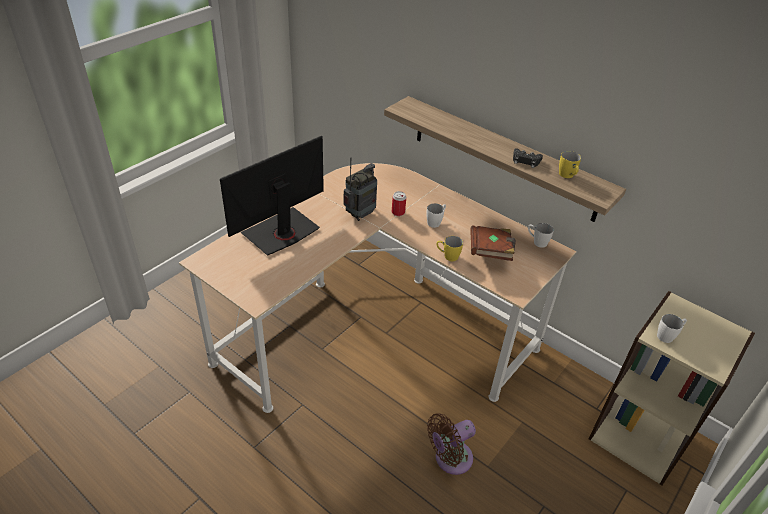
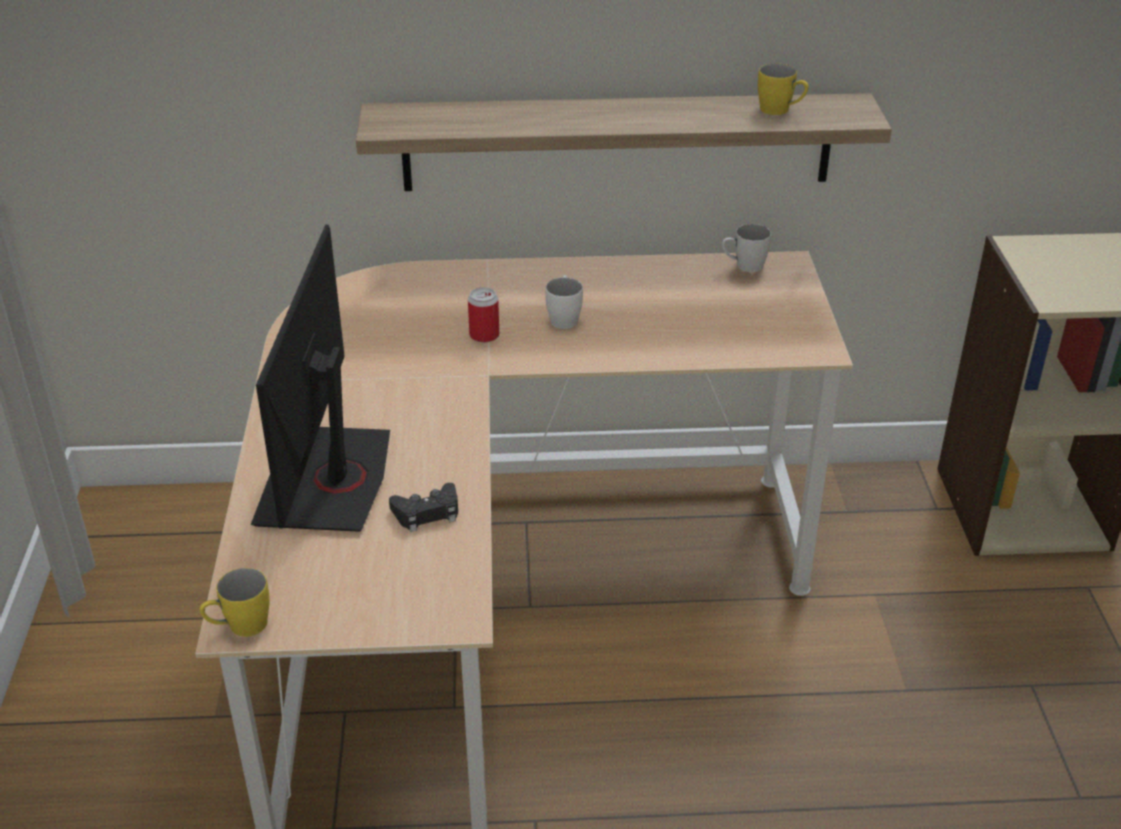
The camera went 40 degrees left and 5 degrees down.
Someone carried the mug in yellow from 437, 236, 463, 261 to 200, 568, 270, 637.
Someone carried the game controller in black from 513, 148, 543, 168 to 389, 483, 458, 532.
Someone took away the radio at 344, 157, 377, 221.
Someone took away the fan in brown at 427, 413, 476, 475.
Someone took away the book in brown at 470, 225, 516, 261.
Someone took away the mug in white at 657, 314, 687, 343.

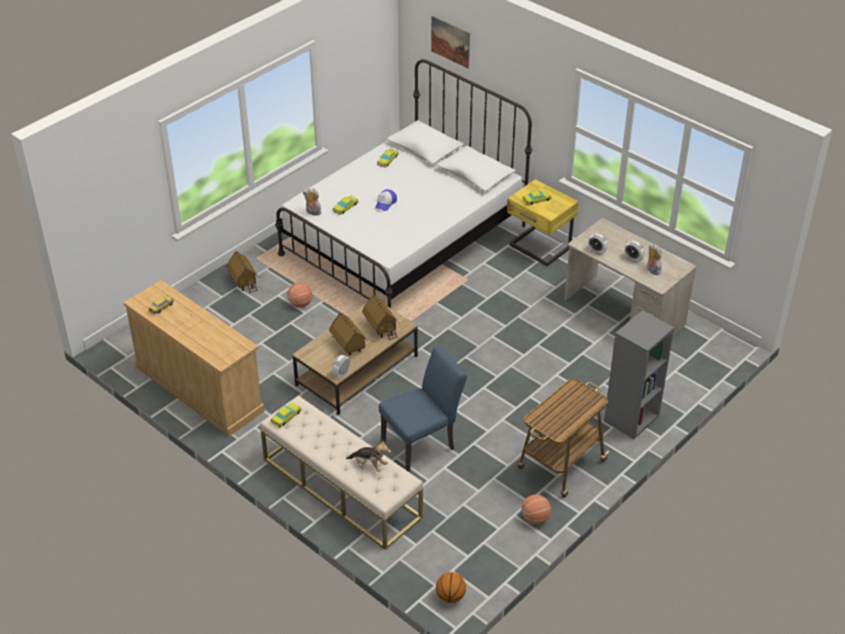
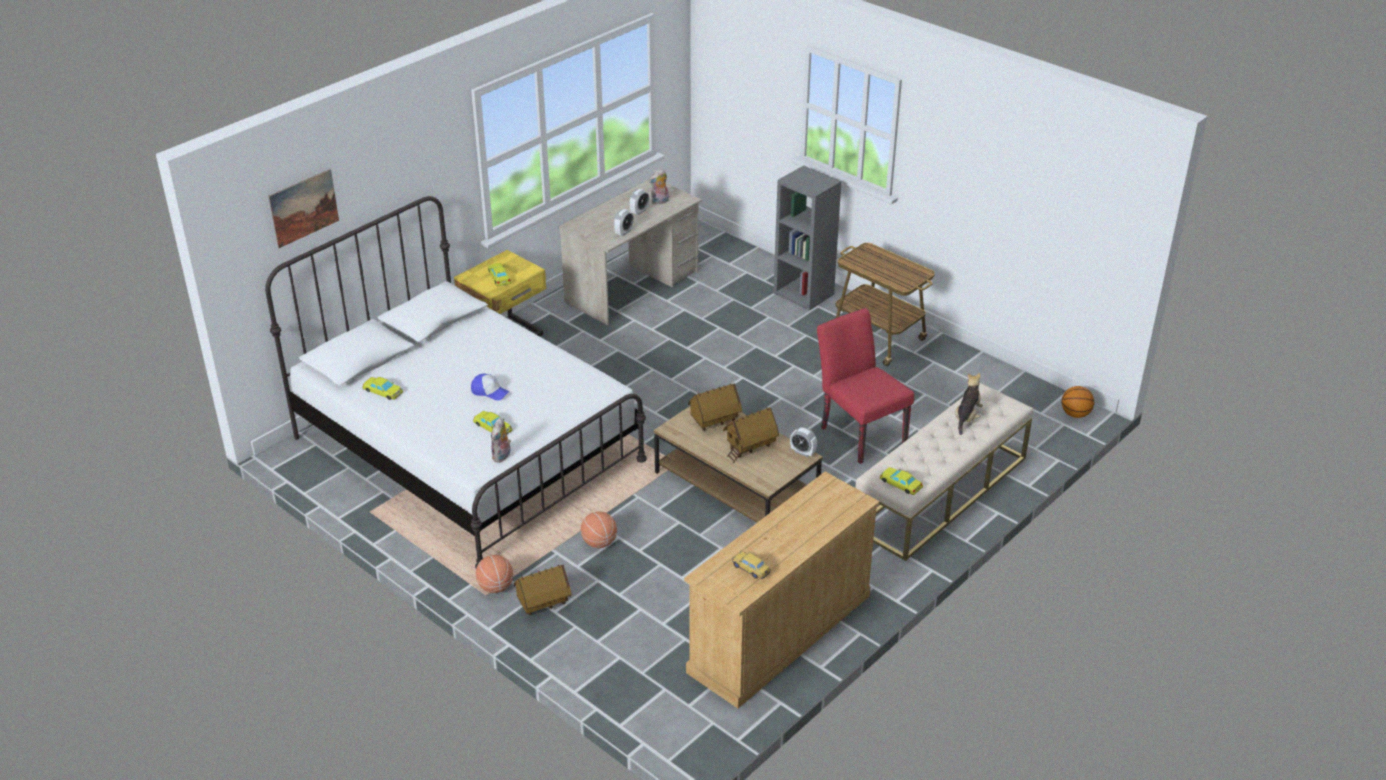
The camera went 90 degrees left and 5 degrees down.
Someone carried the basketball from 522, 495, 551, 525 to 476, 555, 513, 593.
Someone repainted the chair in blue at 379, 346, 467, 472, which became the chair in red at 817, 308, 914, 464.

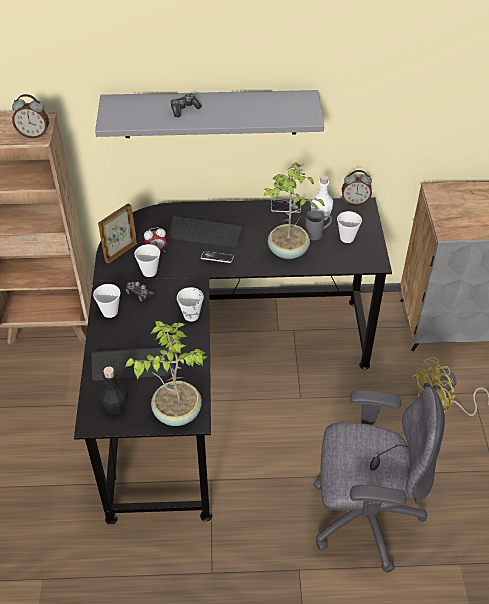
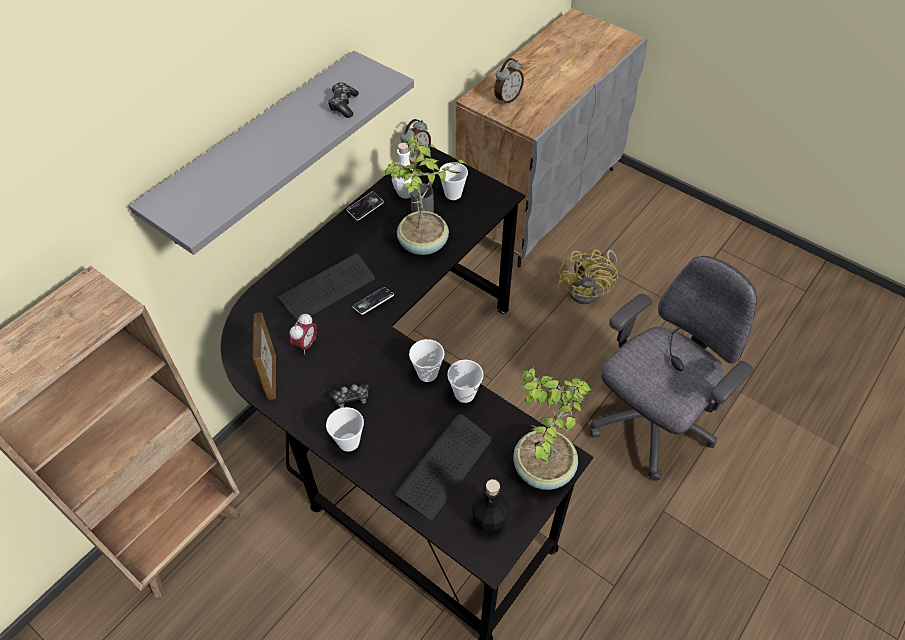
The camera went 50 degrees left and 5 degrees up.
Someone carried the game controller from 171, 94, 202, 117 to 327, 82, 359, 118.
Someone carried the cup from 134, 244, 160, 277 to 447, 360, 484, 403.
Someone carried the alarm clock from 12, 94, 49, 139 to 494, 58, 524, 105.

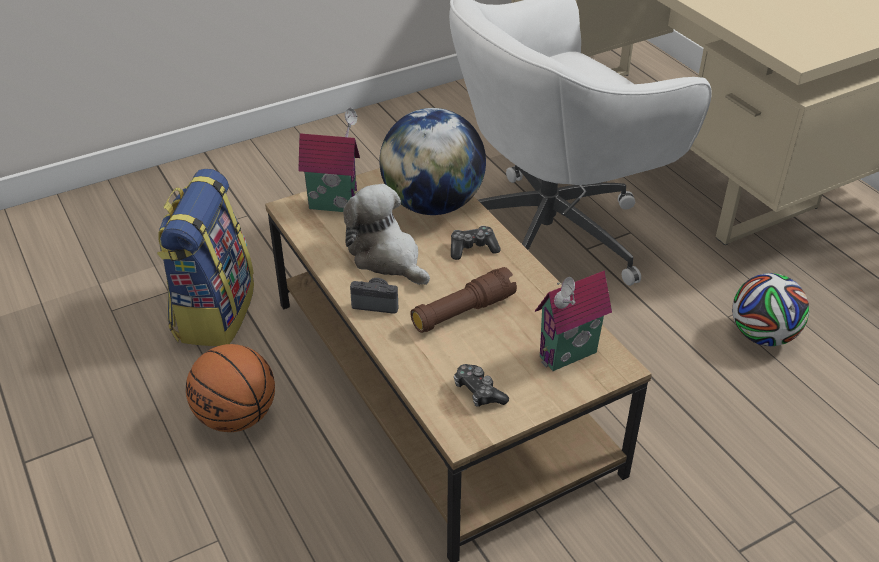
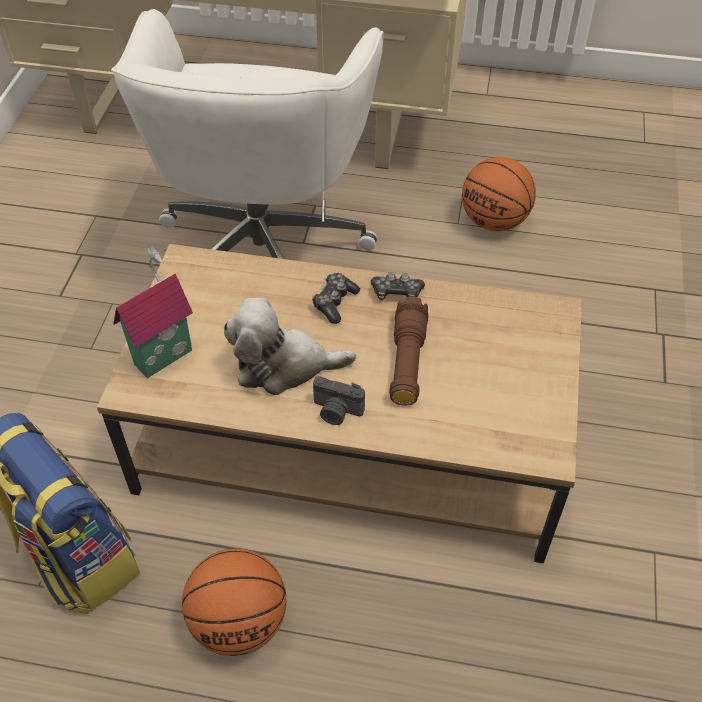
The camera went 50 degrees left and 10 degrees up.
Someone rotated the photo camera at 350, 278, 398, 314 by 120 degrees counterclockwise.
Someone carried the game controller from 454, 364, 509, 407 to 371, 272, 425, 300.
Someone swapped the football at 732, 273, 809, 346 for the basketball at 462, 157, 536, 231.
Someone took away the globe at 379, 108, 486, 215.
Someone took away the toy house at 535, 270, 612, 371.

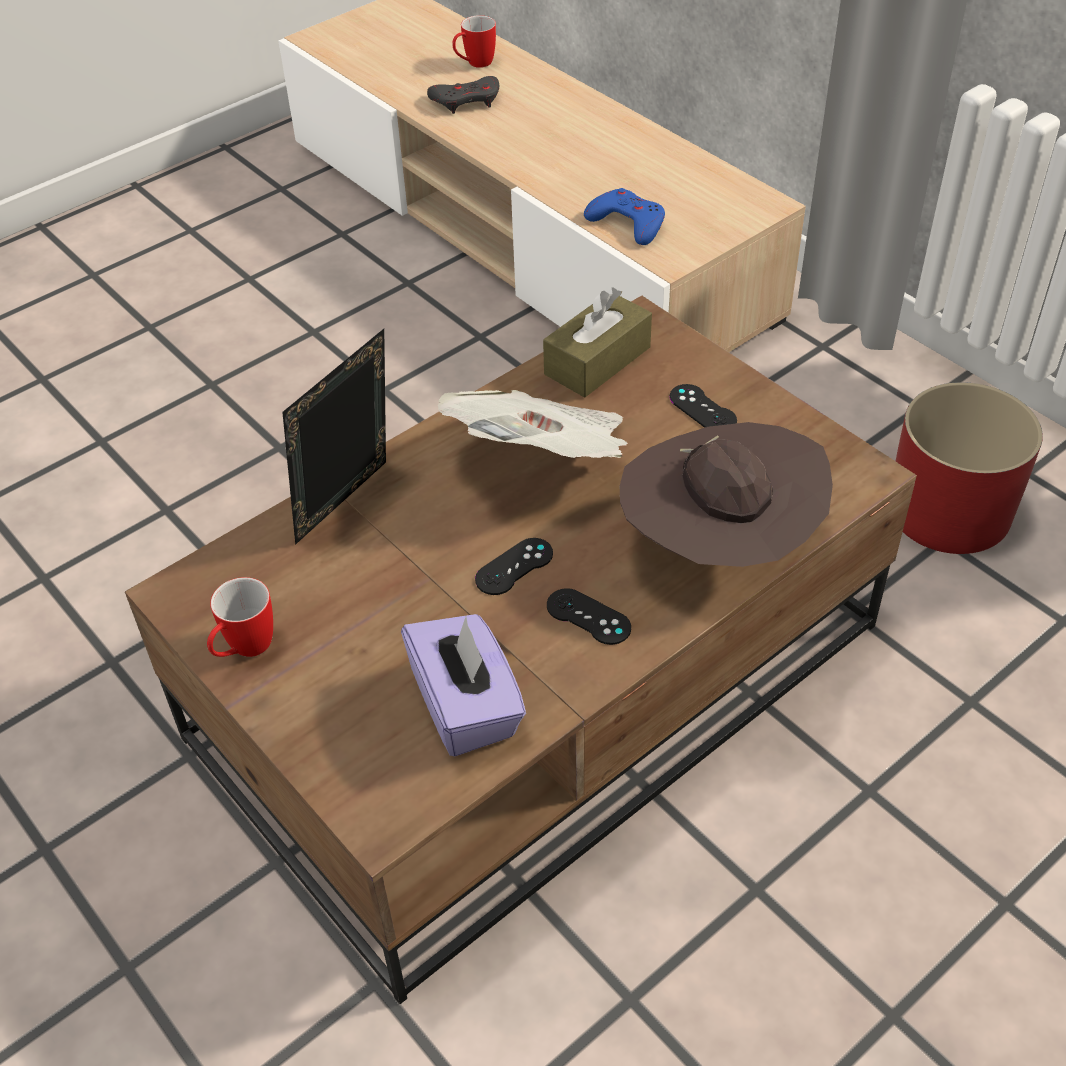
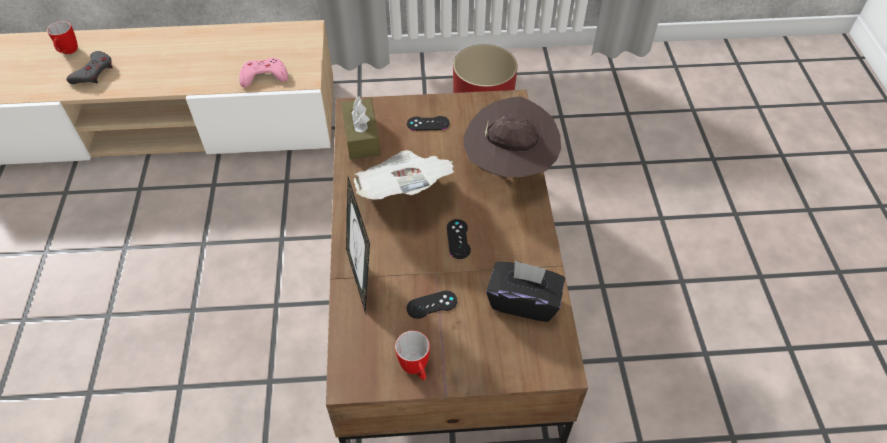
The camera went 55 degrees left and 5 degrees up.
Someone repainted the game controller in blue at 584, 188, 665, 245, which became the game controller in pink at 239, 58, 288, 87.
Someone carried the game controller in black from 547, 588, 631, 645 to 407, 291, 457, 319.
Someone repainted the tissue box in purple at 401, 614, 526, 757, which became the tissue box in black at 486, 260, 565, 322.

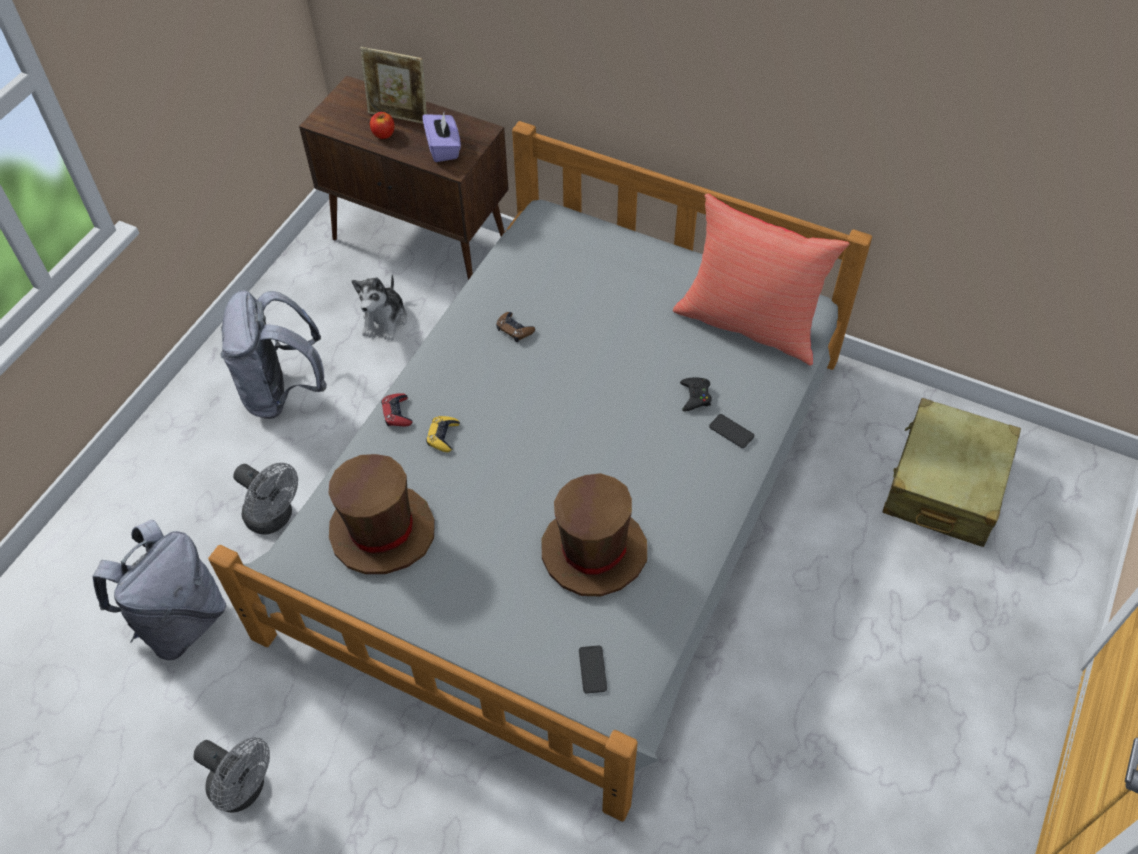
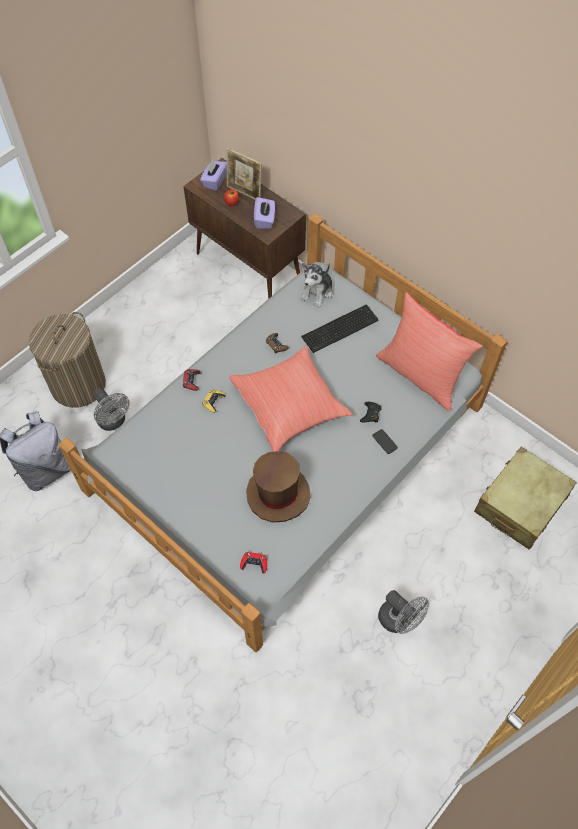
The camera went 15 degrees right and 5 degrees up.
Someone put down the laundry basket at 29, 312, 106, 408.
Someone put down the tissue box in purple at 200, 159, 227, 191.
Someone put down the pillow in red at 229, 346, 353, 452.
Someone swapped the phone at 579, 645, 607, 694 for the game controller in red at 240, 552, 267, 573.
Someone carried the plush toy from 351, 275, 407, 341 to 301, 263, 333, 307.
Someone put down the keyboard at 301, 305, 379, 353.
Someone carried the fan in grey from 193, 737, 270, 813 to 378, 590, 429, 634.
Someone took away the backpack in grey at 220, 290, 327, 419.
Someone took away the hat in brown at 328, 454, 435, 574.

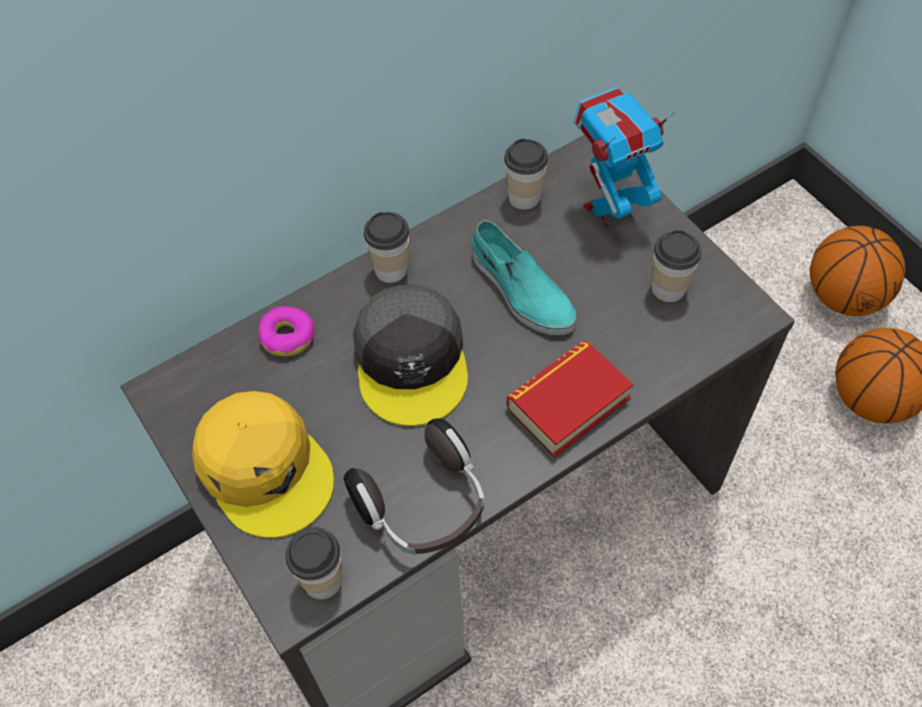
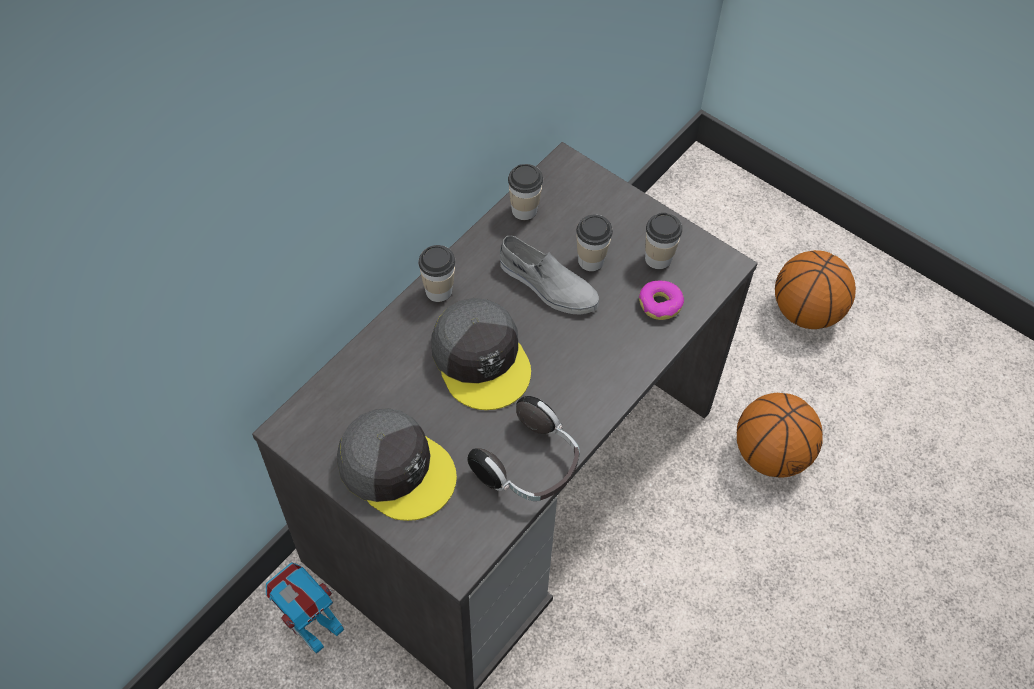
The camera went 20 degrees left and 0 degrees up.
Someone carried the toy robot from 574, 87, 676, 229 to 266, 562, 344, 654.
Someone repainted the cap in yellow at 192, 391, 334, 538, which became the cap in grey at 337, 408, 457, 521.
Someone repainted the shoe in turquoise at 472, 220, 576, 335, which became the shoe in grey at 500, 236, 599, 315.
Someone carried the cup from 285, 527, 342, 599 to 576, 214, 613, 271.
Someone carried the donut from 259, 306, 314, 357 to 639, 280, 684, 320.
Someone carried the basketball from 810, 226, 905, 316 to 737, 393, 823, 478.
Someone took away the book at 507, 341, 634, 457.

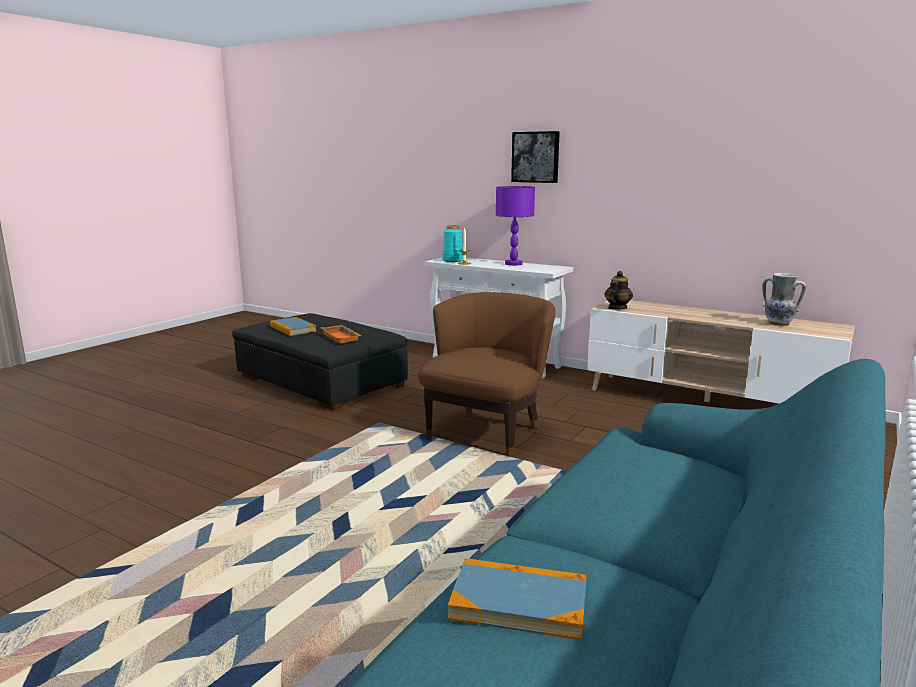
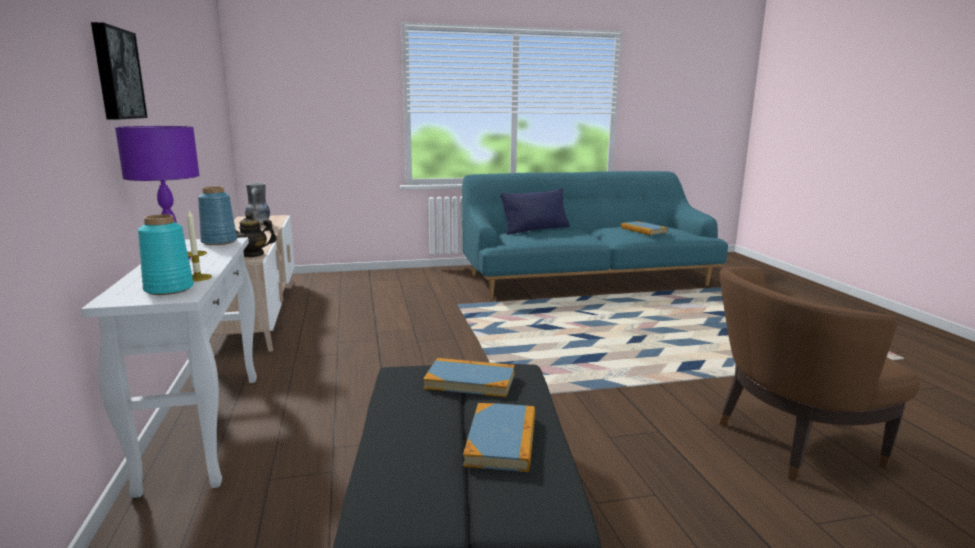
The camera went 135 degrees left and 0 degrees up.
Someone put down the vase in blue at 198, 186, 237, 245.
Someone swapped the tray in orange at 321, 325, 361, 344 for the book at 423, 358, 515, 397.
Someone put down the pillow in blue at 500, 188, 570, 235.
Someone carried the armchair in brown from 418, 292, 556, 457 to 719, 267, 919, 482.

